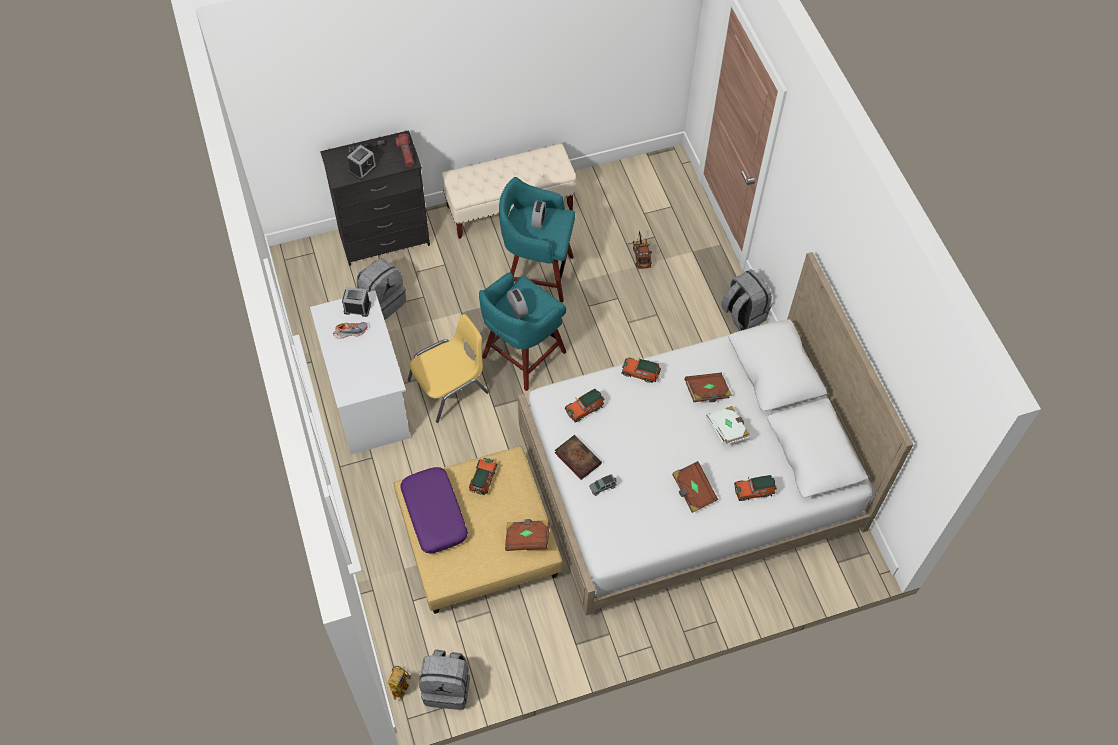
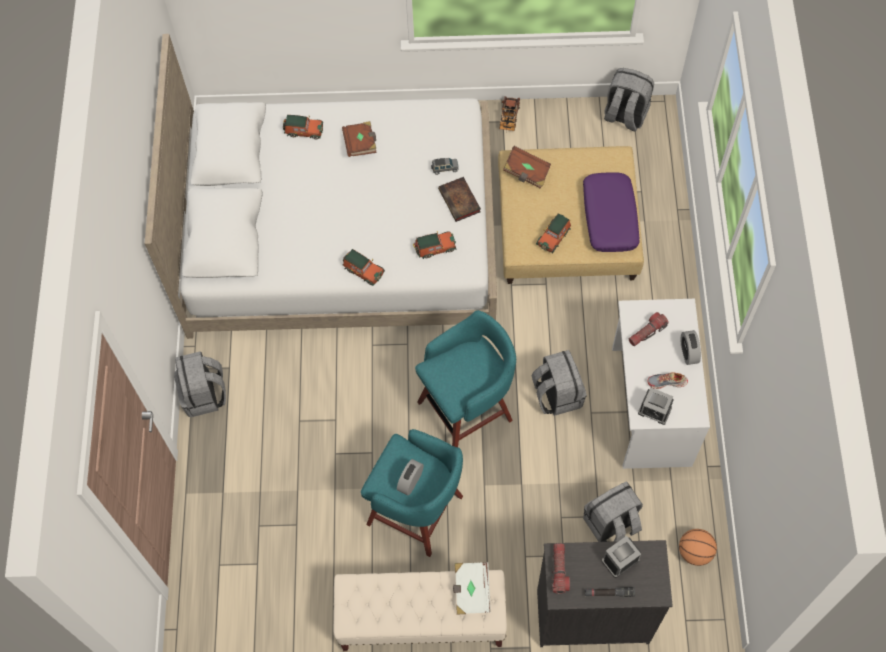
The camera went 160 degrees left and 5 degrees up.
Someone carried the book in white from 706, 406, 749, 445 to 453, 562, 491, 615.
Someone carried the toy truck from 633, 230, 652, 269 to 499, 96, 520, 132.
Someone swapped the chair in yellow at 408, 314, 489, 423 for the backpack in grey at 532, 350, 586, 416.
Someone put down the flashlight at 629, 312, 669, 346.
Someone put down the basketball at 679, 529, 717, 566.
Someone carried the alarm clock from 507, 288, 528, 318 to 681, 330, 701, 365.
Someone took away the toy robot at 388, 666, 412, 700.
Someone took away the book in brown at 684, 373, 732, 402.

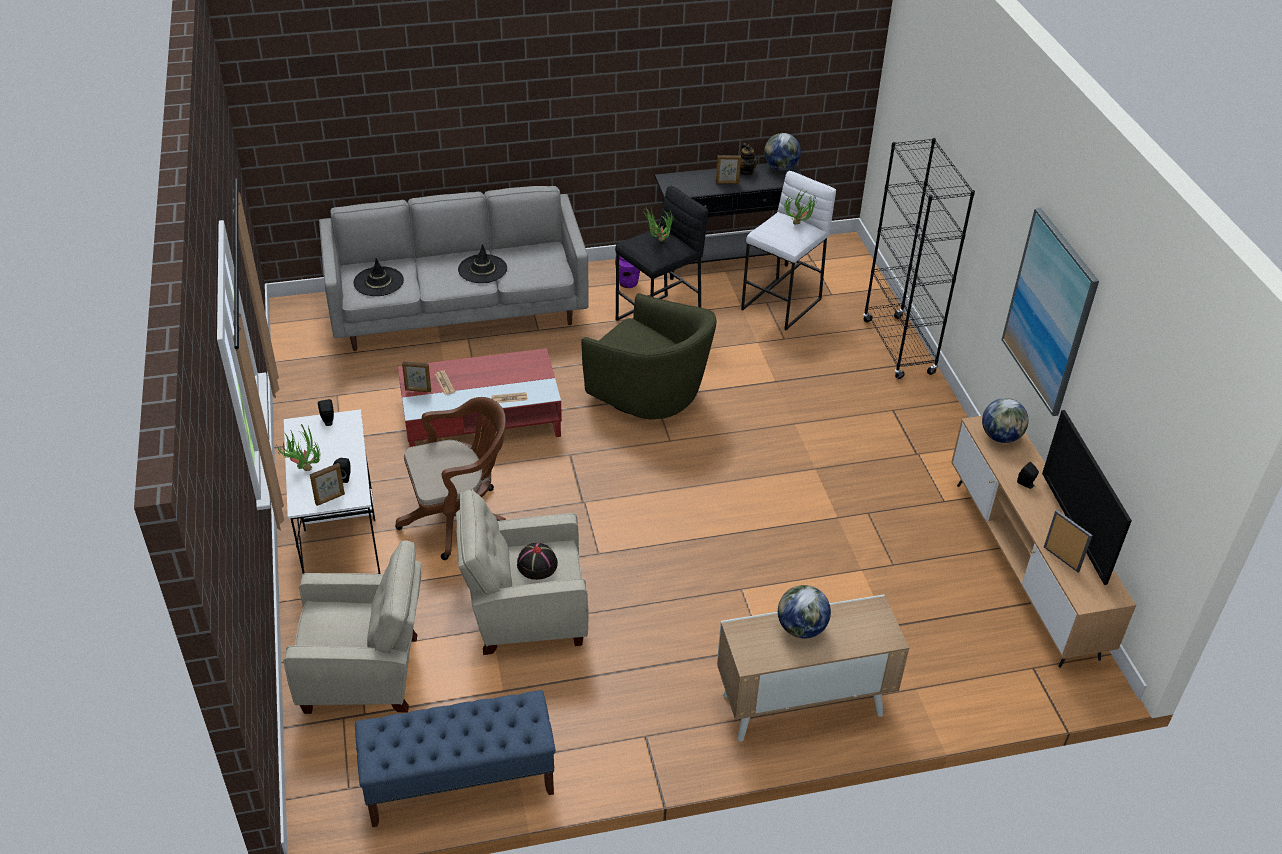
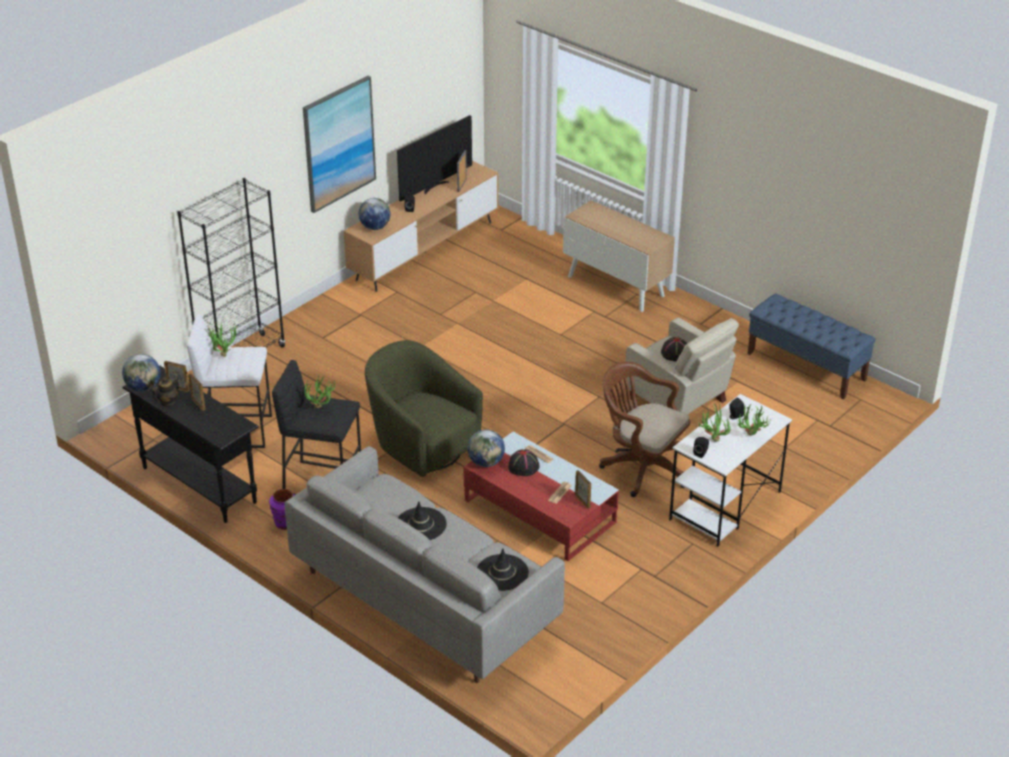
The camera went 125 degrees left and 5 degrees down.
Someone carried the picture frame from 310, 463, 345, 506 to 164, 361, 190, 392.
Someone rotated the armchair in green at 581, 293, 717, 419 by 45 degrees counterclockwise.
Someone carried the globe from 778, 585, 831, 638 to 467, 429, 505, 467.
Someone put down the hat in black at 508, 449, 539, 476.
Someone put down the potted plant at 698, 403, 731, 442.
Someone took away the armchair in beige at 283, 540, 421, 714.

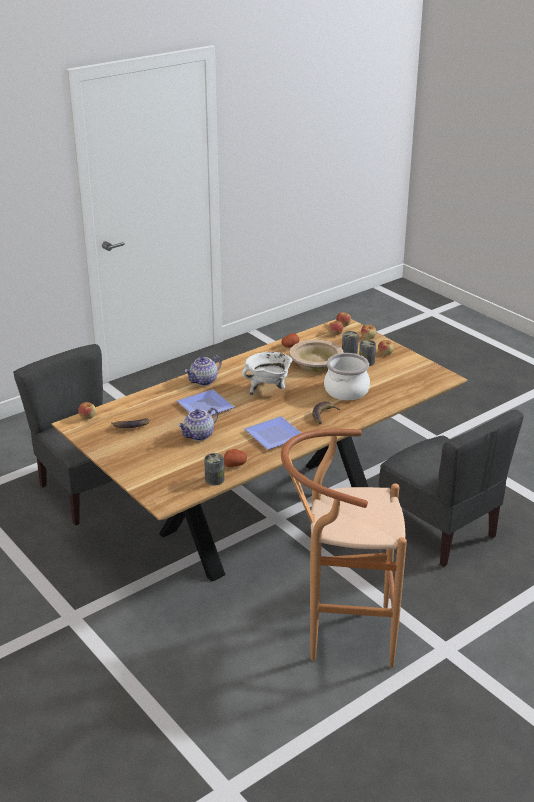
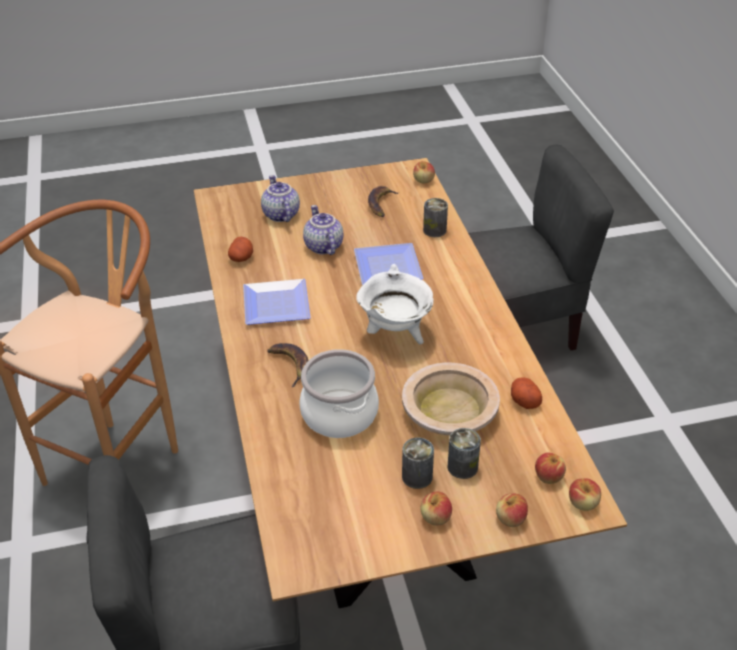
The camera went 115 degrees right and 10 degrees up.
Someone carried the teapot from 185, 355, 222, 386 to 261, 175, 300, 222.
Someone carried the can from 204, 453, 224, 485 to 423, 198, 448, 237.

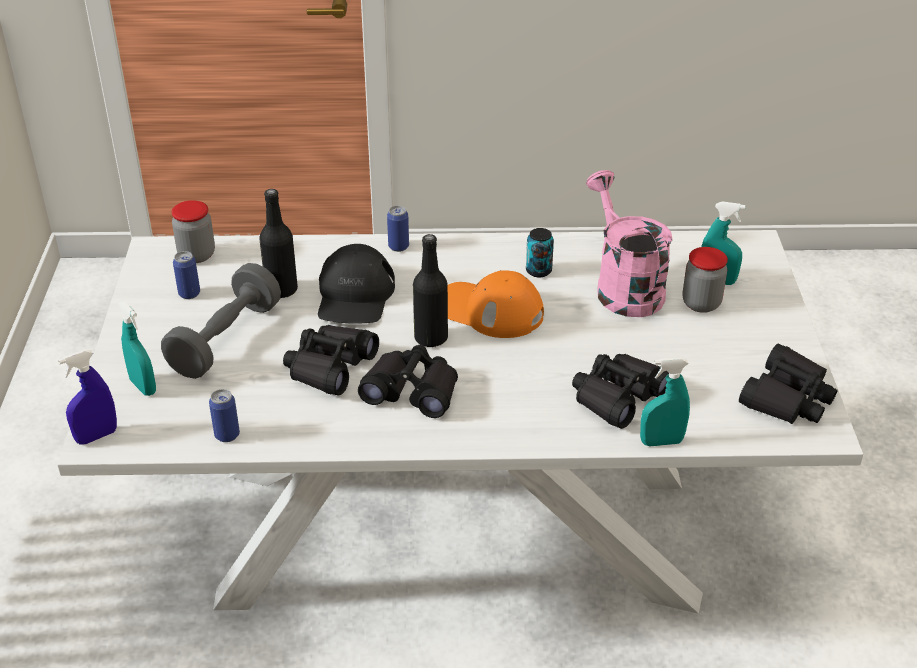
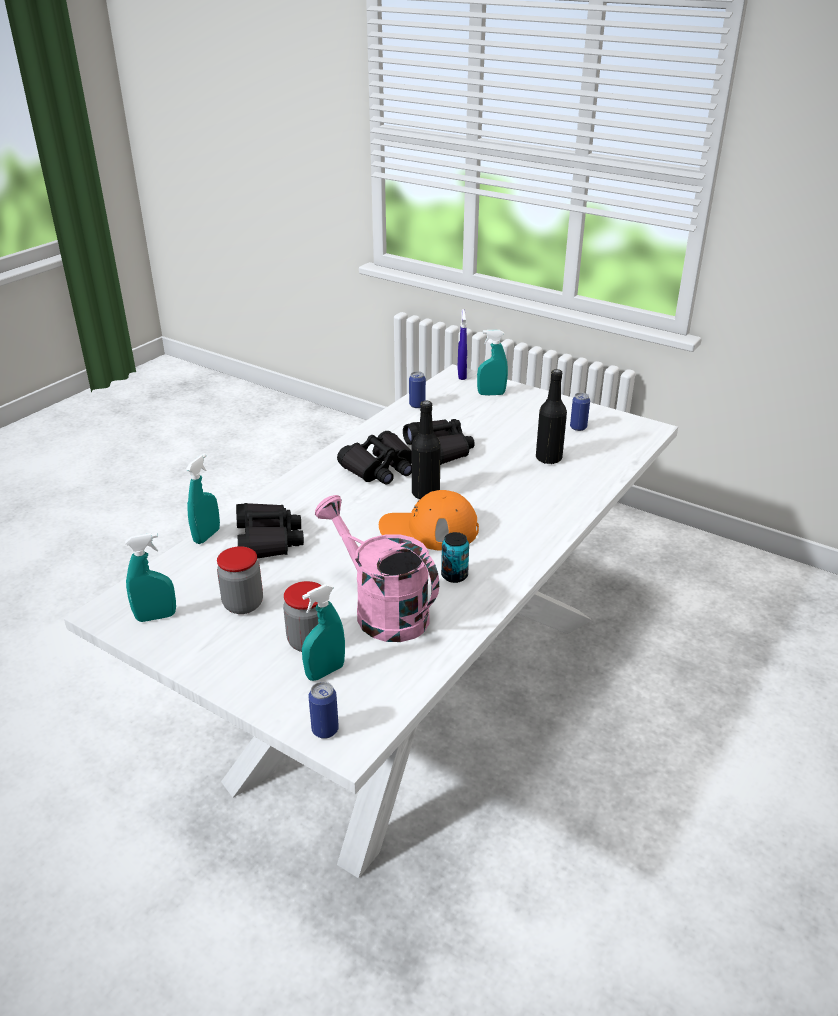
The camera went 125 degrees right and 5 degrees down.
Someone swapped the binoculars in black at 739, 344, 837, 424 for the spray bottle in turquoise at 125, 533, 176, 622.
Someone carried the jar from 172, 200, 215, 263 to 217, 546, 263, 614.
Someone carried the can from 387, 206, 409, 252 to 308, 682, 339, 739.
Someone rotated the watering can in pink at 586, 170, 673, 317 by 150 degrees counterclockwise.
Someone rotated the cap in orange at 448, 270, 544, 338 by 150 degrees counterclockwise.
Someone took away the dumbbell in grey at 161, 263, 281, 379.
Someone took away the cap in black at 318, 244, 395, 324.

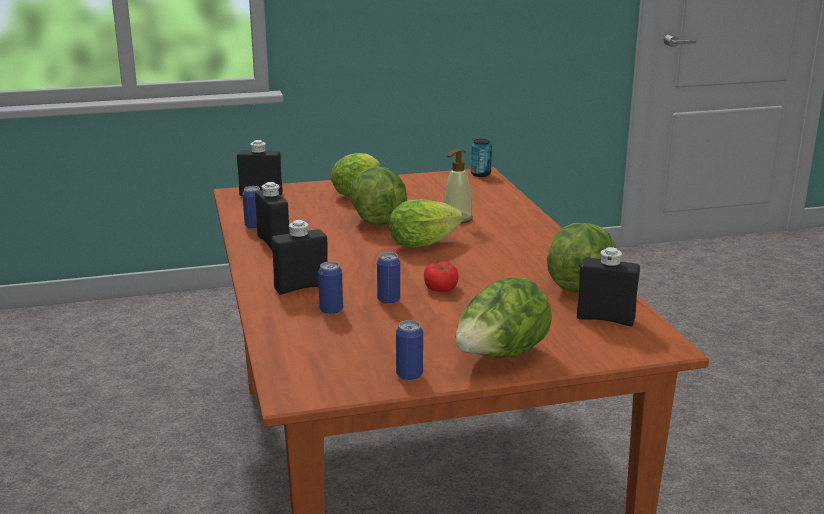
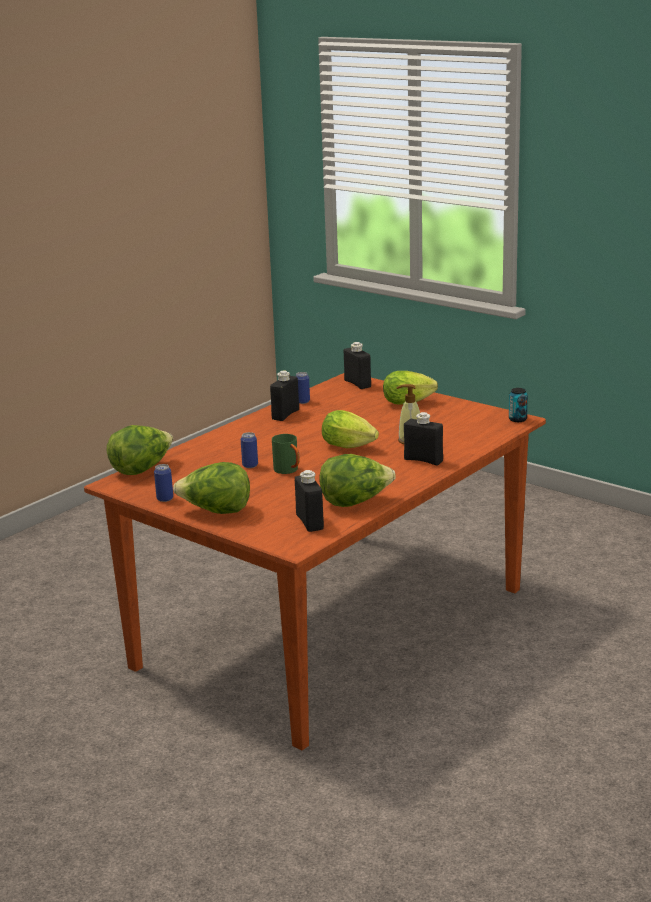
The camera went 55 degrees right and 0 degrees up.
Someone carried the lettuce from 350, 166, 407, 226 to 107, 425, 173, 475.
Someone swapped the tomato at 424, 261, 459, 292 for the mug in green at 272, 434, 300, 474.
Someone carried the bottle in black from 271, 220, 328, 295 to 404, 412, 443, 466.
Someone took away the can at 318, 262, 343, 314.

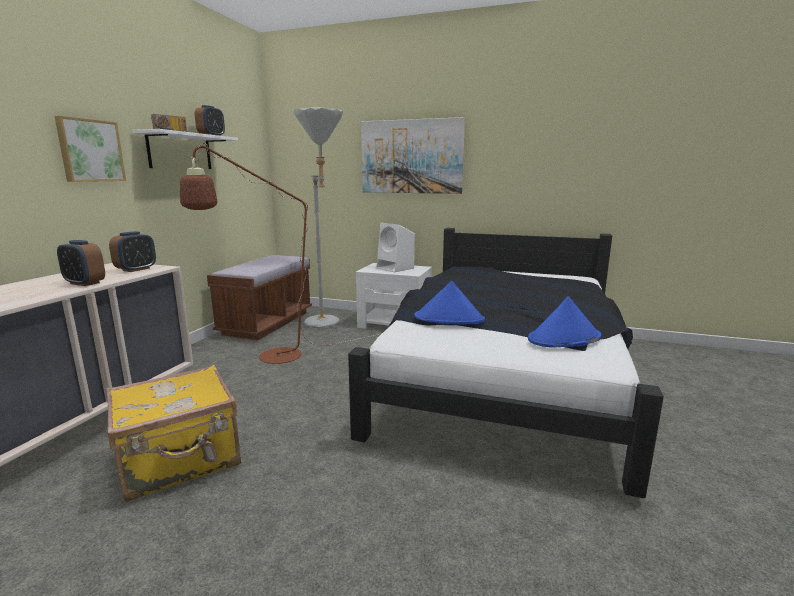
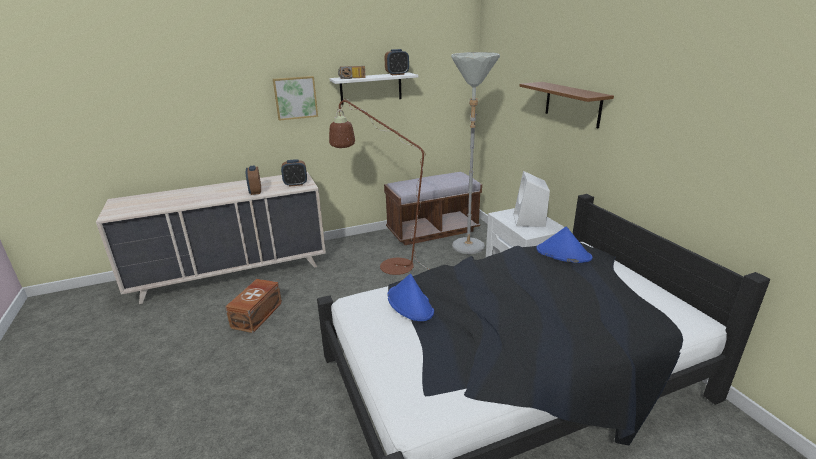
The camera went 50 degrees right and 10 degrees up.
Someone swapped the suitcase in yellow at 106, 365, 241, 502 for the storage box in brown at 225, 279, 282, 333.
Someone swapped the picture at 361, 117, 465, 194 for the shelf in brown at 519, 82, 614, 128.
Someone carried the hat in blue from 528, 296, 602, 348 to 536, 227, 593, 263.

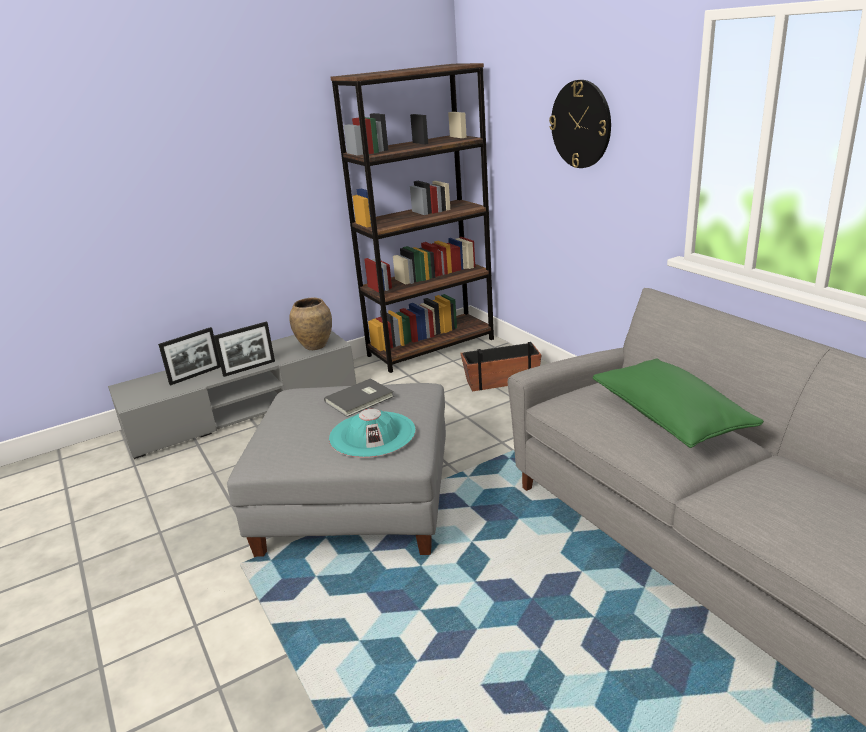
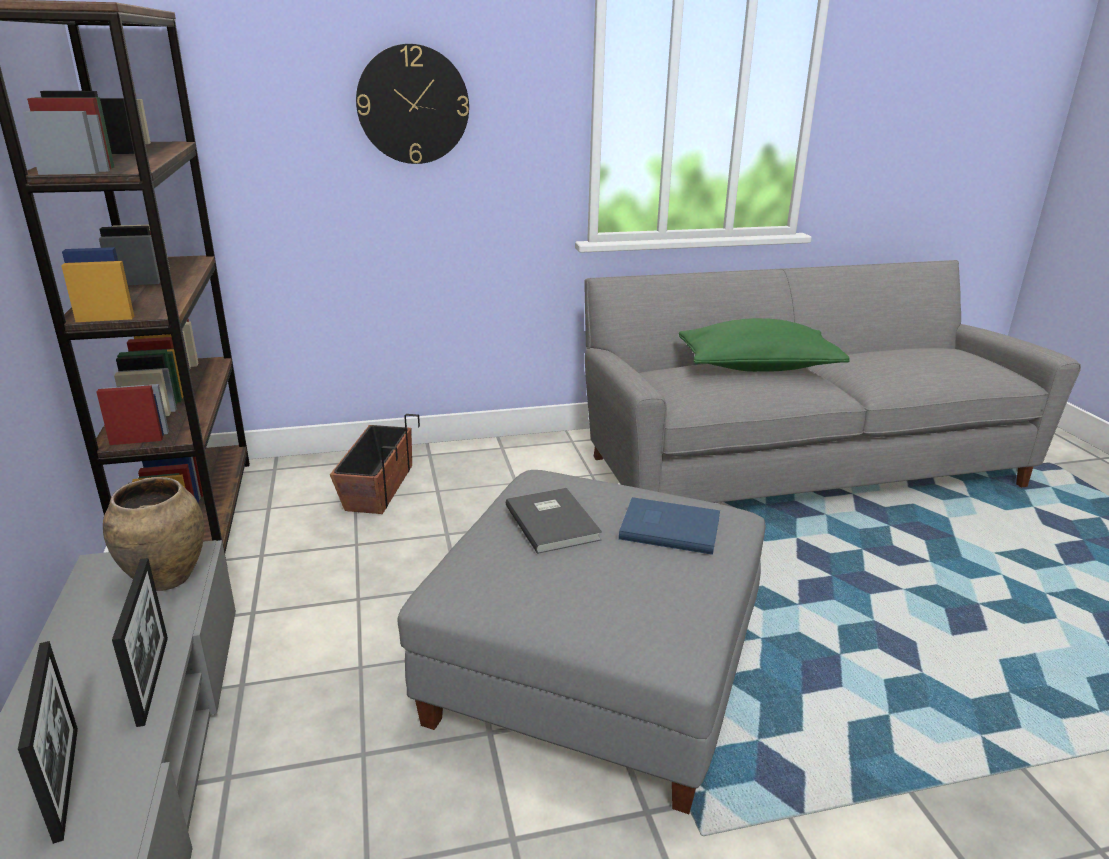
The camera went 75 degrees left and 0 degrees up.
Someone swapped the hat in turquoise at 329, 409, 416, 458 for the book in blue at 619, 497, 720, 555.

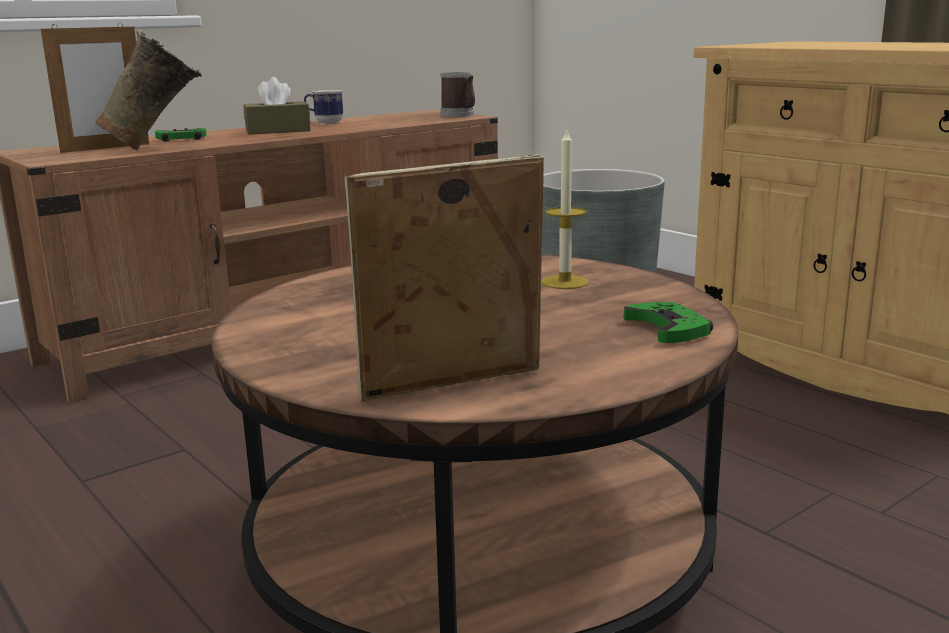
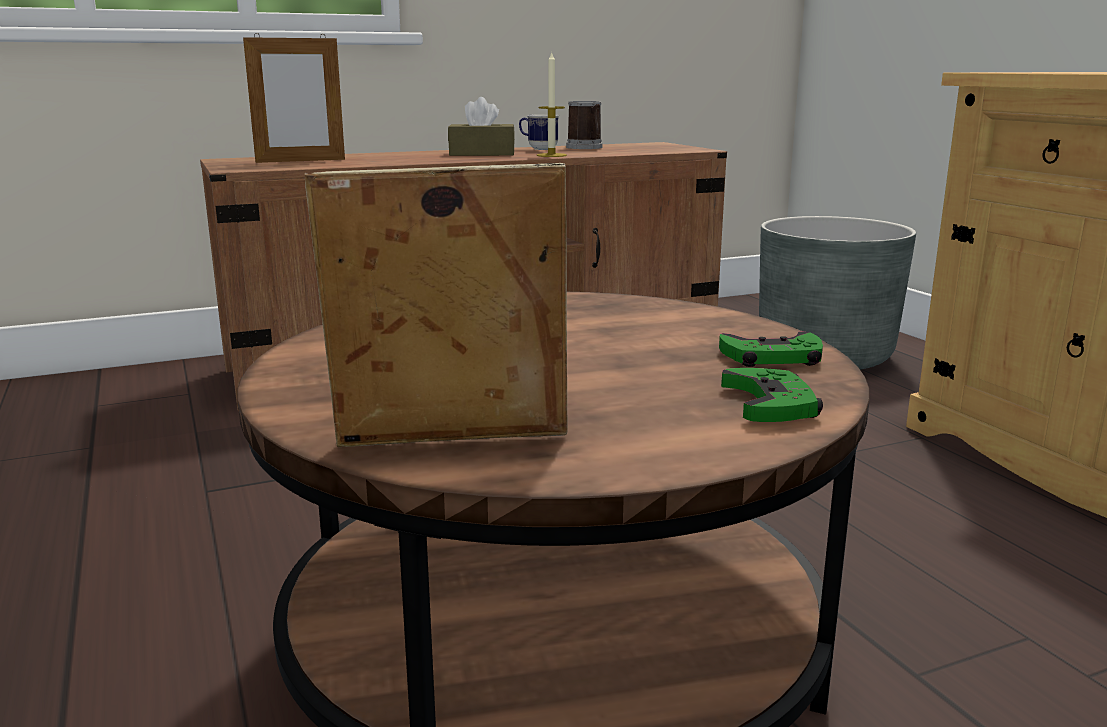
The camera went 15 degrees right and 0 degrees up.
Someone carried the candle from 541, 127, 589, 289 to 536, 51, 567, 157.
Someone carried the mug from 440, 72, 475, 117 to 566, 101, 602, 149.
Someone carried the game controller in green from 155, 128, 206, 142 to 719, 332, 823, 367.
Someone took away the vase in beige at 95, 30, 202, 151.

